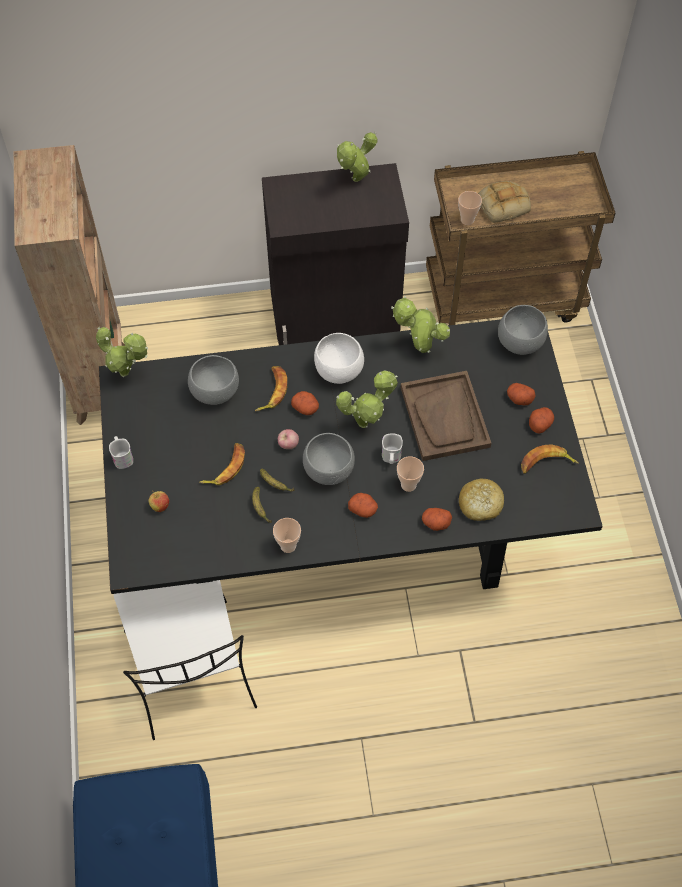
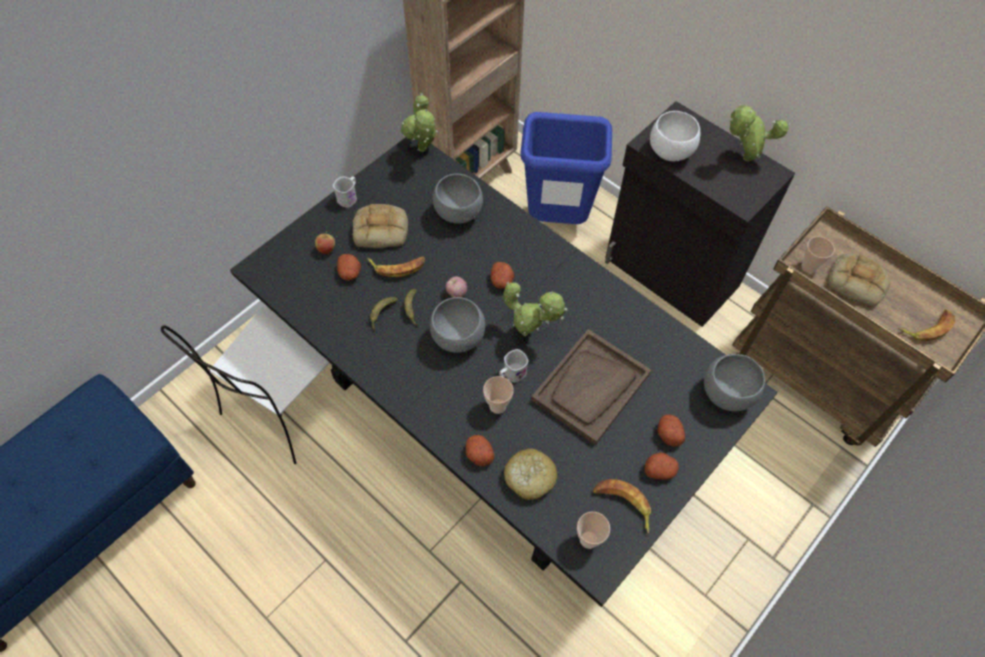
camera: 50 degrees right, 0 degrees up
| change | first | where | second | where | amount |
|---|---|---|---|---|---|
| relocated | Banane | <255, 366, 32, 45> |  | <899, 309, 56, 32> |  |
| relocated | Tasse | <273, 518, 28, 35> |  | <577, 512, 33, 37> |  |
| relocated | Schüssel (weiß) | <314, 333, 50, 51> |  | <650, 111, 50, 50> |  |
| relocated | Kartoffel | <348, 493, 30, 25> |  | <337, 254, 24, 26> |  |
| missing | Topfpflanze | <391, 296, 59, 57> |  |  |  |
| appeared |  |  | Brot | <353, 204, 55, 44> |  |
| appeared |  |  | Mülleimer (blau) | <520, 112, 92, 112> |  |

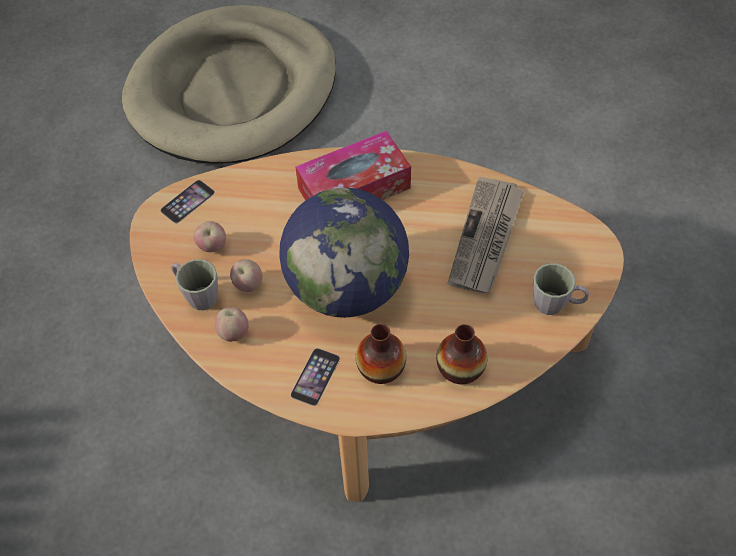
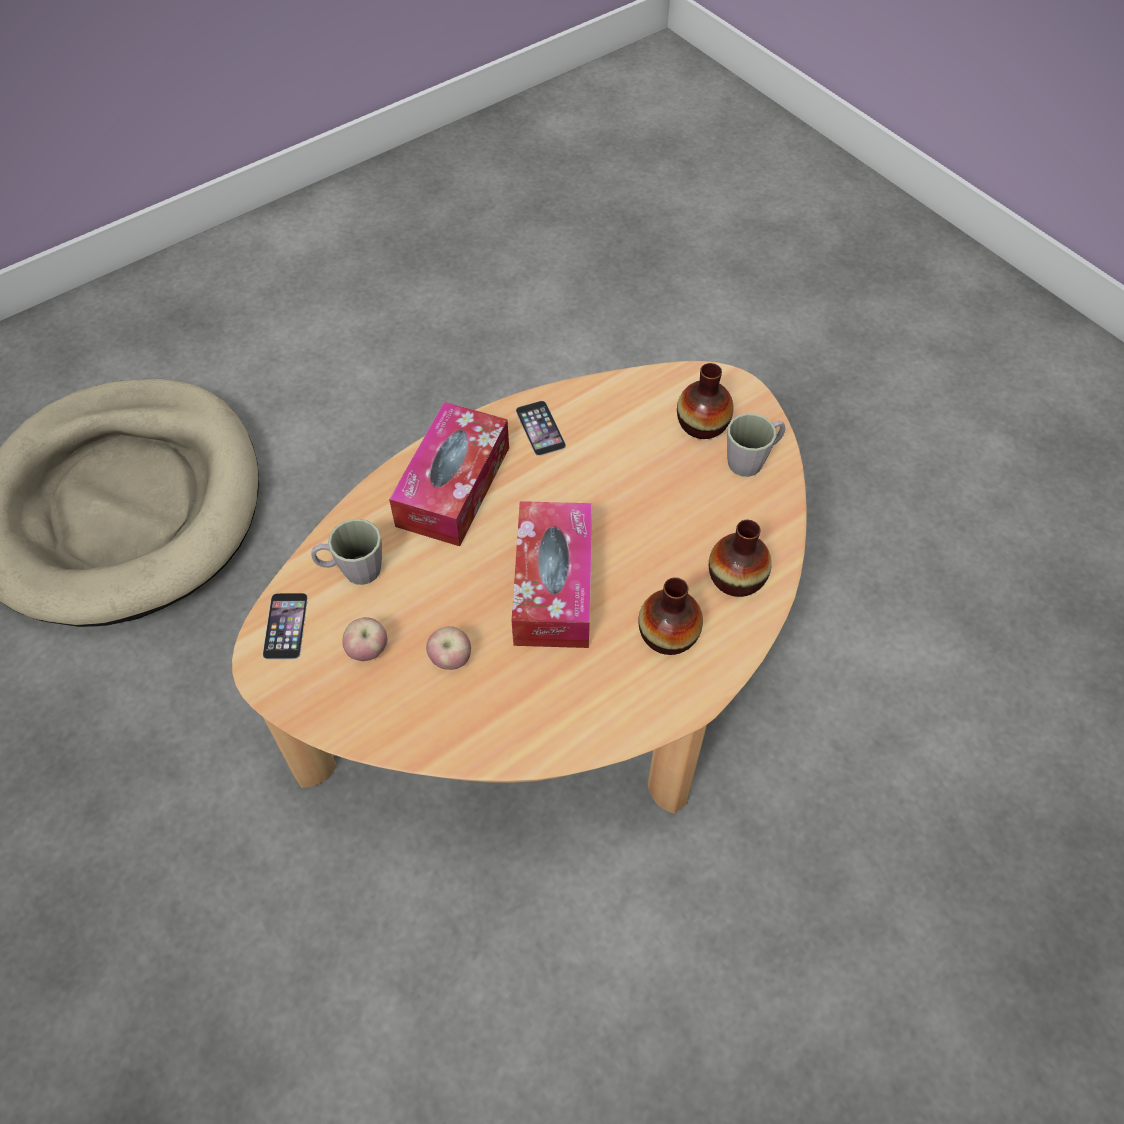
camera: 45 degrees left, 0 degrees up
| change | first | where | second | where | amount |
|---|---|---|---|---|---|
| relocated | Henkelbecher (grau) | <171, 259, 47, 51> |  | <311, 519, 71, 66> |  |
| missing | Apfel | <214, 307, 35, 35> |  |  |  |
| exchanged | Globus | <280, 188, 129, 130> | Taschentuchbox | <512, 501, 80, 147> |  |
| relocated | Handy | <291, 348, 49, 58> |  | <516, 401, 50, 55> |  |
| missing | Zeitung | <448, 177, 77, 116> |  |  |  |
| appeared |  |  | Vase | <677, 363, 56, 76> |  |

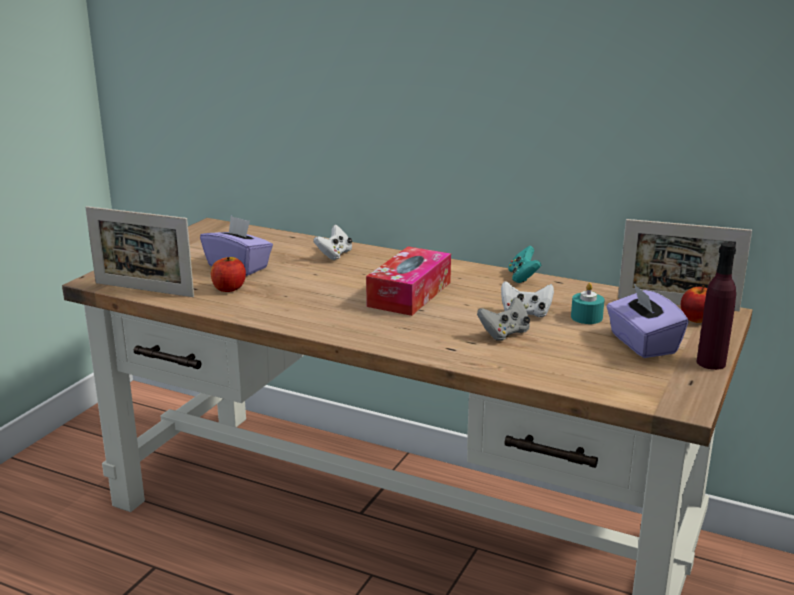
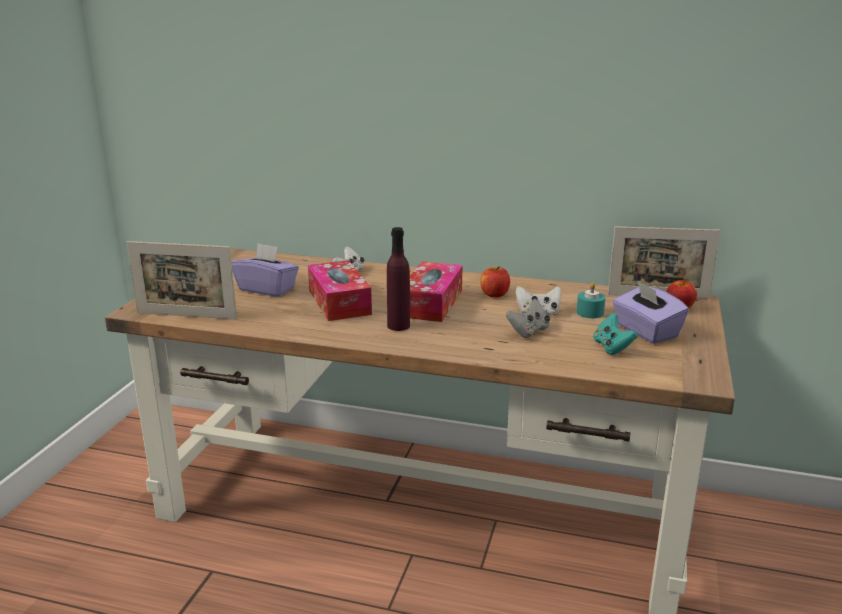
camera: 10 degrees left, 0 degrees up
| change | first | where | second | where | amount |
|---|---|---|---|---|---|
| relocated | Apfel | <211, 257, 35, 35> |  | <480, 267, 30, 30> |  |
| relocated | Gamepad (türkis) | <508, 246, 33, 37> |  | <593, 313, 45, 42> |  |
| relocated | Flasche (lila) | <696, 242, 40, 128> |  | <387, 227, 23, 104> |  |
| appeared |  |  | Taschentuchbox | <308, 260, 64, 61> |  |

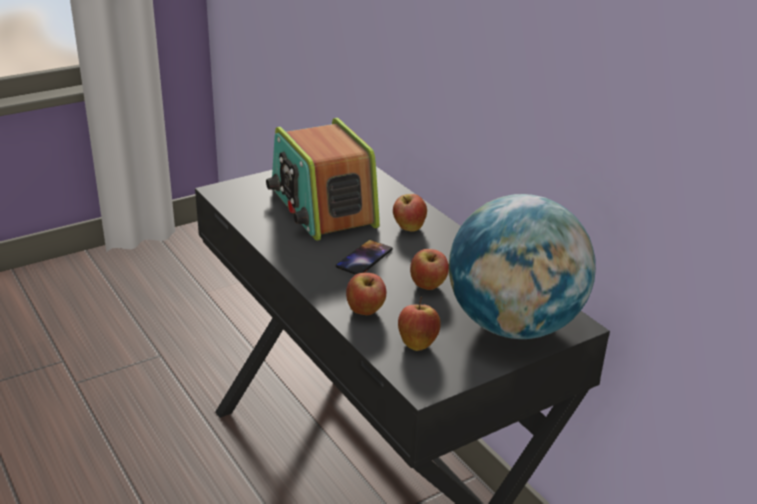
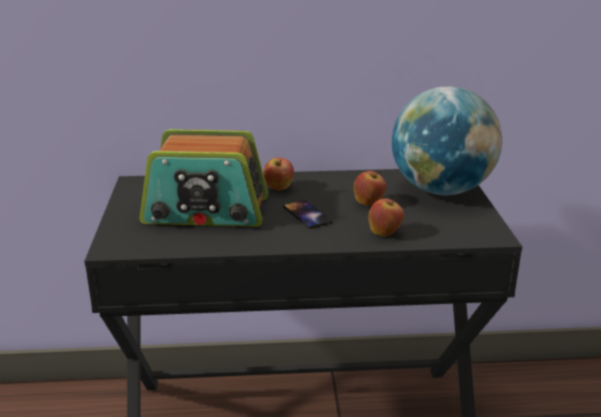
camera: 60 degrees left, 5 degrees down
| change | first | where | second | where | amount |
|---|---|---|---|---|---|
| missing | Apfel | <398, 297, 43, 54> |  |  |  |

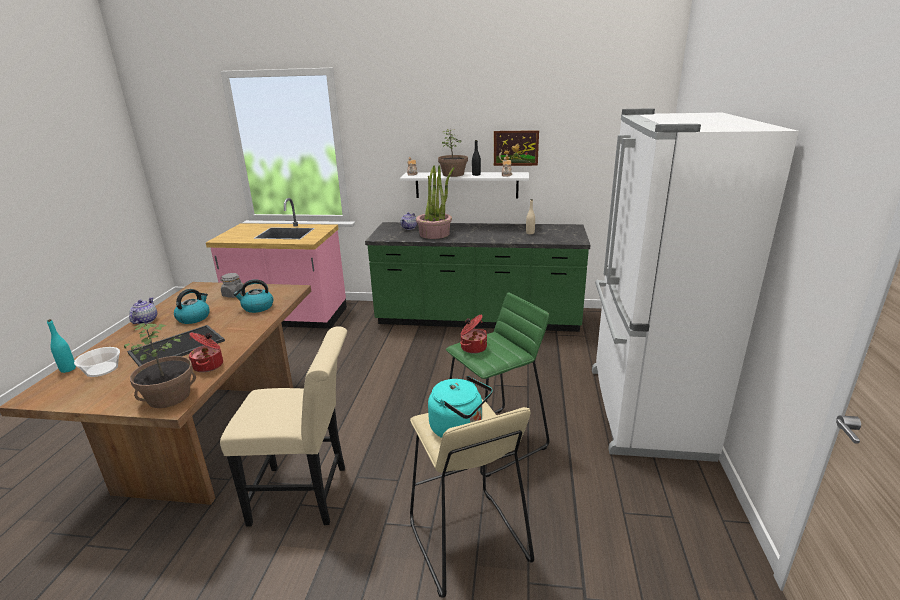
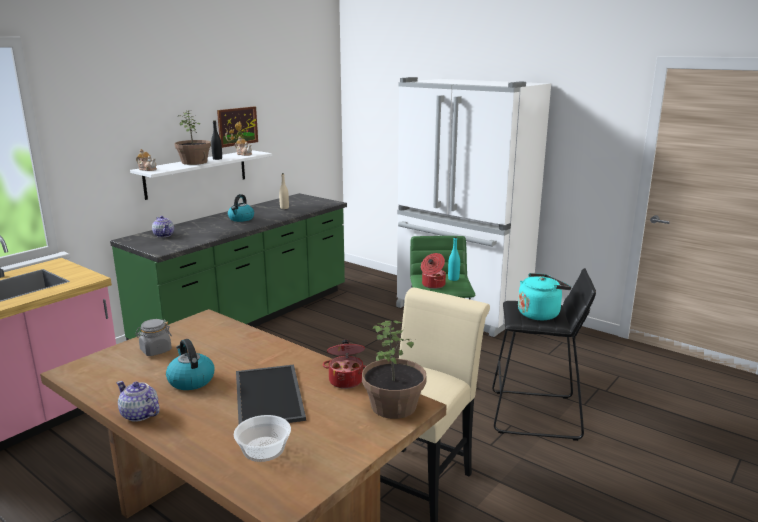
camera: 60 degrees left, 5 degrees down
| change | first | where | second | where | amount |
|---|---|---|---|---|---|
| relocated | Flasche (türkis) | <47, 319, 29, 54> |  | <448, 237, 12, 44> |  |
| relocated | Wasserkessel | <233, 279, 41, 34> |  | <228, 194, 26, 28> |  |
| colour | Hocker (beige) | <410, 399, 124, 199> | Hocker (schwarz) | <492, 268, 104, 173> |  |
| missing | Topfpflanze | <416, 165, 38, 74> |  |  |  |

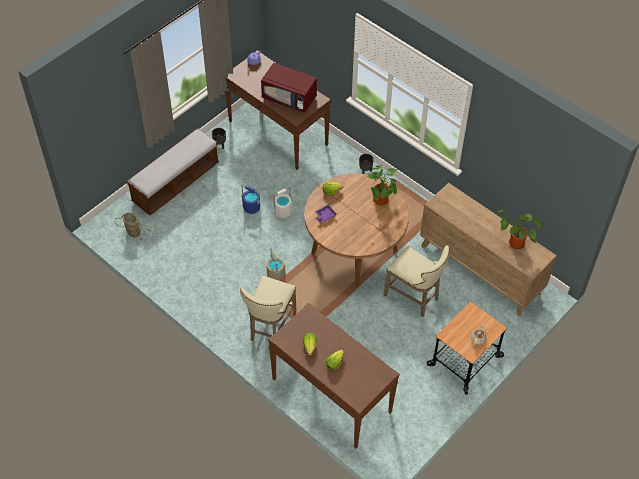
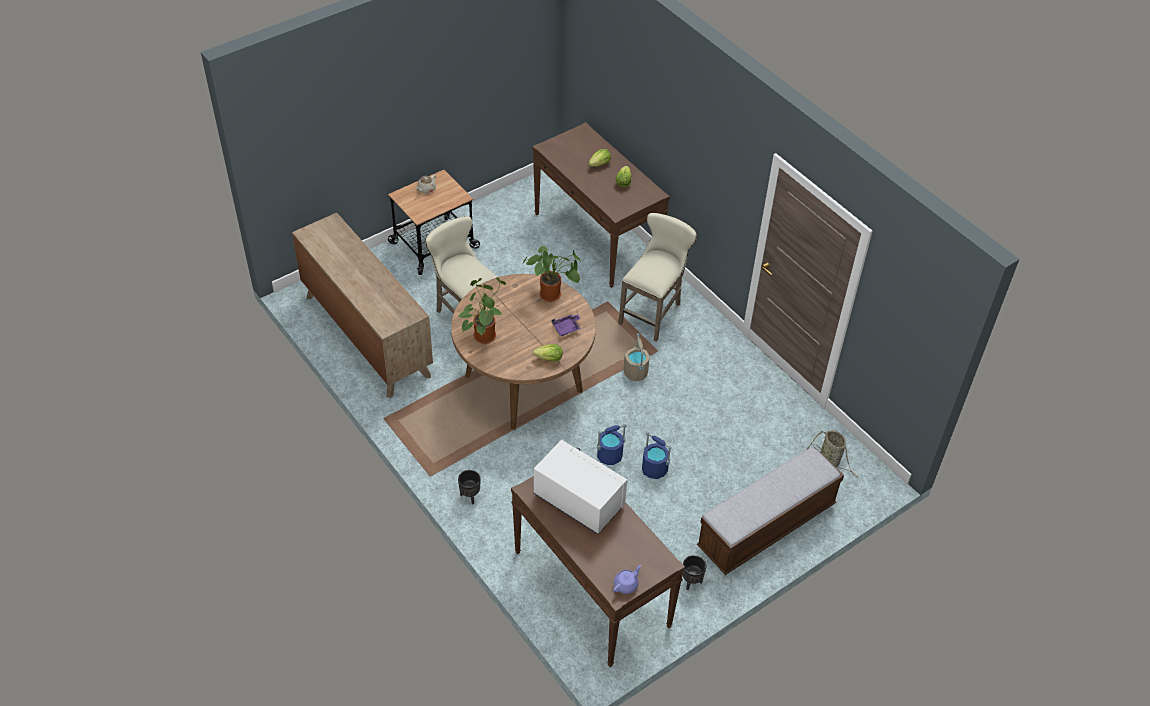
camera: 170 degrees left, 5 degrees down
| change | first | where | second | where | amount |
|---|---|---|---|---|---|
| colour | Mikrowelle (rot) | <261, 63, 56, 50> | Mikrowelle (weiß) | <533, 440, 94, 94> |  |
| colour | Eimer (weiß) | <273, 187, 19, 31> | Eimer (blau) | <597, 424, 30, 41> |  |
| relocated | Topfpflanze | <496, 205, 48, 44> |  | <522, 246, 59, 56> |  |

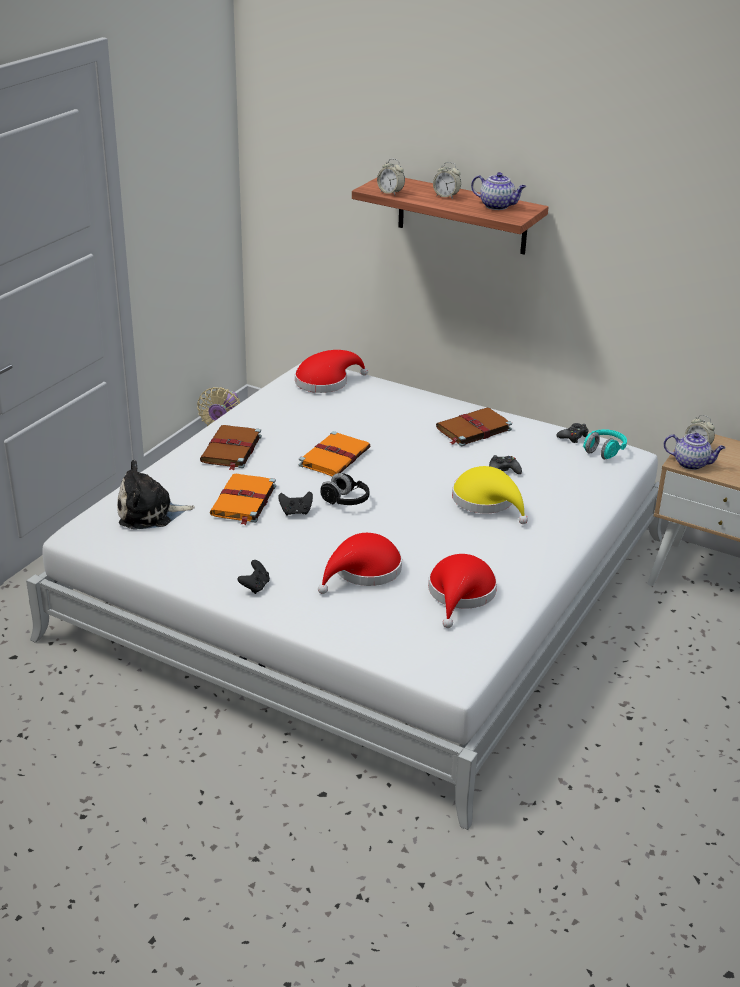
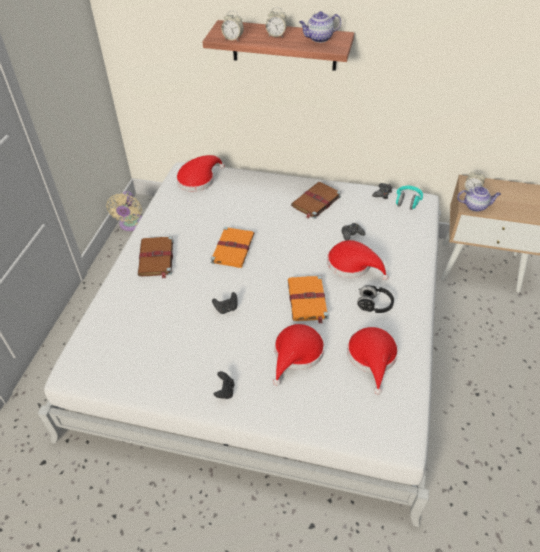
camera: 15 degrees left, 15 degrees up
| change | first | where | second | where | amount |
|---|---|---|---|---|---|
| missing | Plüschtier | <117, 460, 78, 69> |  |  |  |
| relocated | Buch (orange) | <210, 474, 66, 51> |  | <288, 276, 41, 48> |  |
| relocated | Kopfhörer (schwarz) | <320, 473, 49, 32> |  | <357, 285, 37, 28> |  |
| colour | Hut (gelb) | <452, 466, 76, 58> | Hut (rot) | <327, 240, 62, 40> |  |
| spun | Teekanne | <471, 172, 55, 38> |  | <299, 11, 42, 32> | 150 degrees clockwise |

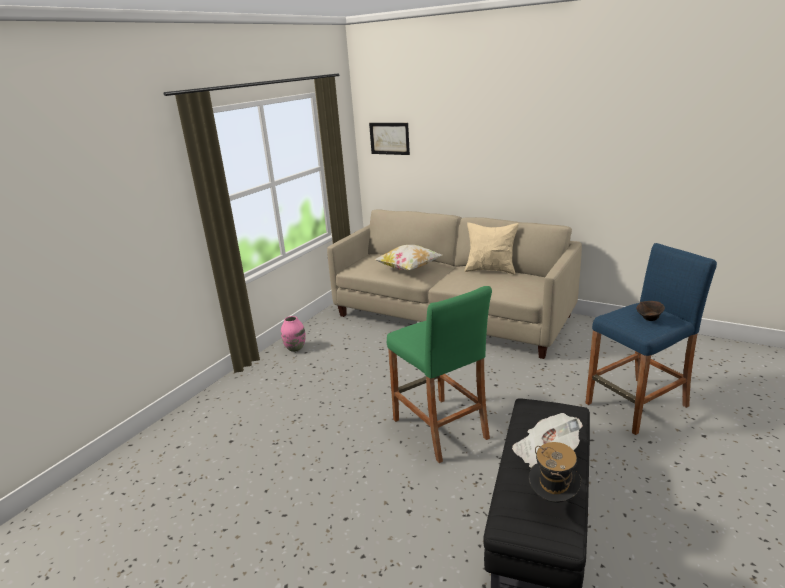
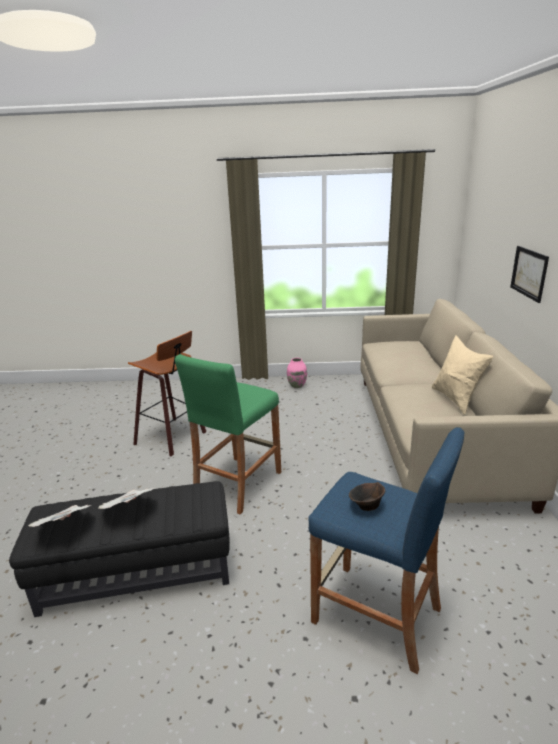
camera: 60 degrees right, 0 degrees up
| change | first | where | second | where | amount |
|---|---|---|---|---|---|
| relocated | Bild | <369, 123, 41, 32> |  | <510, 246, 39, 57> |  |
| missing | Kissen | <374, 245, 68, 26> |  |  |  |
| exchanged | Hut | <529, 442, 52, 61> | Zeitung | <28, 505, 63, 22> |  |
| appeared |  |  | Hocker | <128, 331, 78, 125> |  |

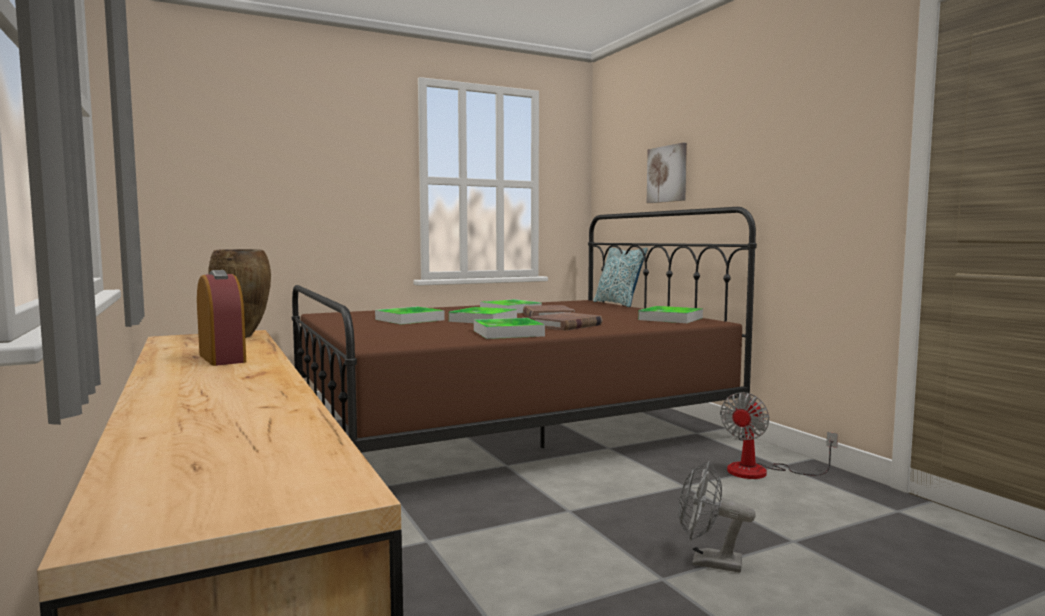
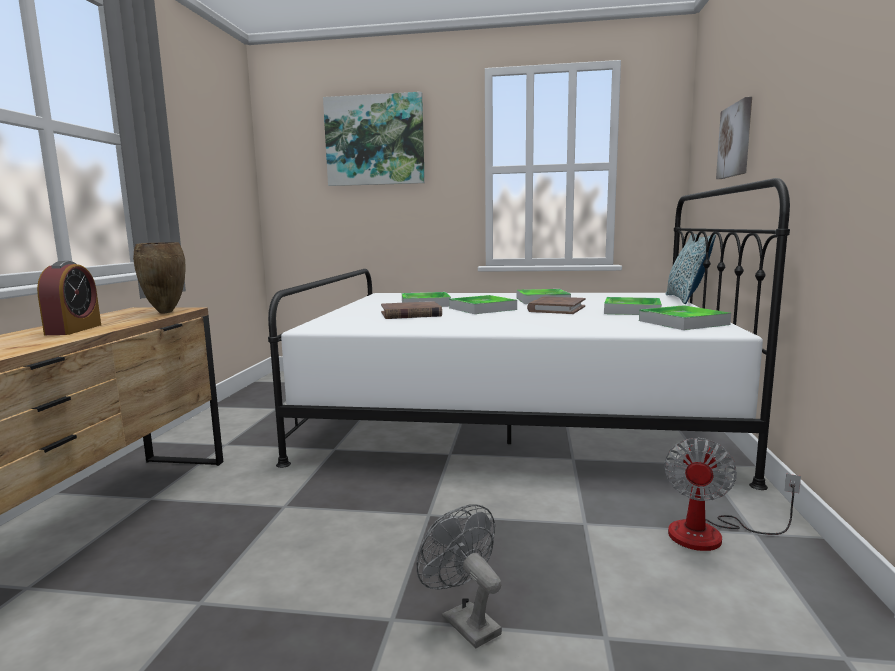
camera: 35 degrees right, 5 degrees up
| change | first | where | second | where | amount |
|---|---|---|---|---|---|
| colour | Bett (braun) | <292, 207, 465, 246> | Bett (weiß) | <268, 178, 522, 312> |  |
| relocated | Tablett | <474, 318, 71, 21> |  | <604, 297, 58, 18> |  |
| relocated | Buch (braun) | <530, 312, 73, 18> |  | <381, 301, 61, 18> |  |
| spun | Ventilator | <720, 392, 118, 87> |  | <664, 438, 137, 113> | 45 degrees counterclockwise |
| appeared |  |  | Bild | <323, 92, 102, 94> |  |

